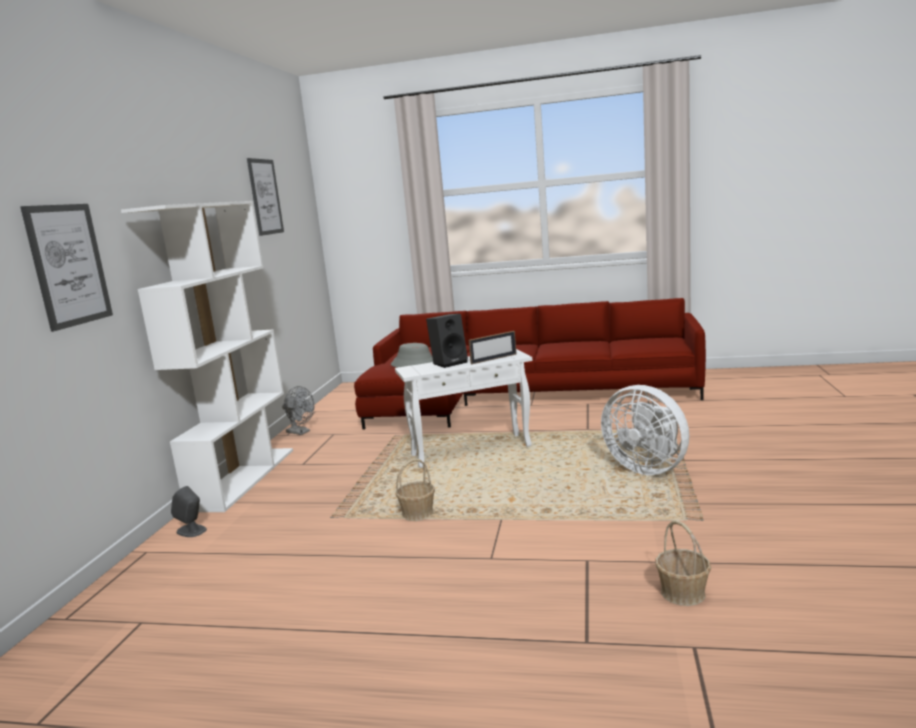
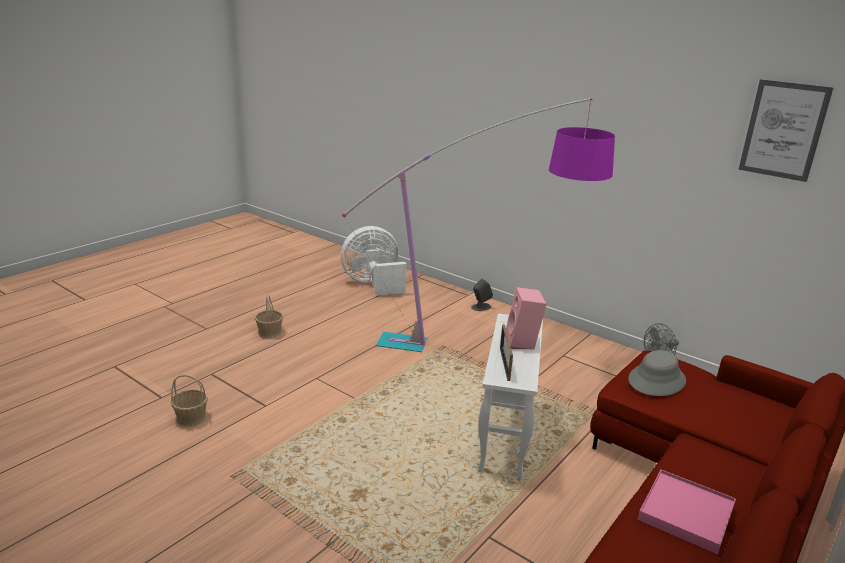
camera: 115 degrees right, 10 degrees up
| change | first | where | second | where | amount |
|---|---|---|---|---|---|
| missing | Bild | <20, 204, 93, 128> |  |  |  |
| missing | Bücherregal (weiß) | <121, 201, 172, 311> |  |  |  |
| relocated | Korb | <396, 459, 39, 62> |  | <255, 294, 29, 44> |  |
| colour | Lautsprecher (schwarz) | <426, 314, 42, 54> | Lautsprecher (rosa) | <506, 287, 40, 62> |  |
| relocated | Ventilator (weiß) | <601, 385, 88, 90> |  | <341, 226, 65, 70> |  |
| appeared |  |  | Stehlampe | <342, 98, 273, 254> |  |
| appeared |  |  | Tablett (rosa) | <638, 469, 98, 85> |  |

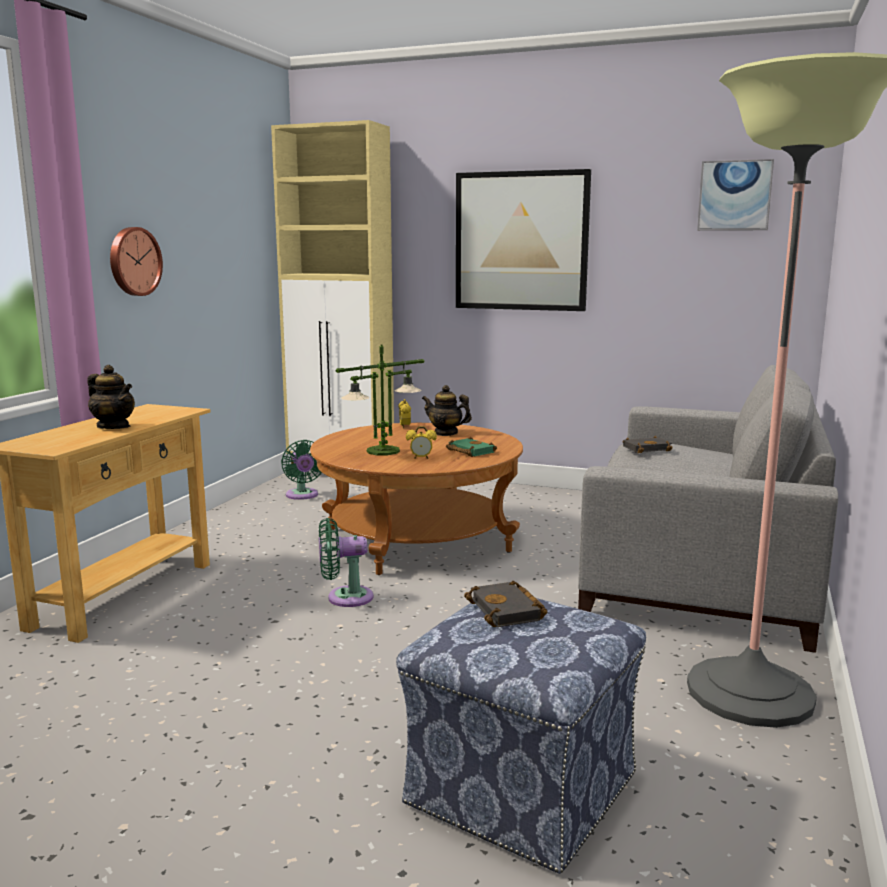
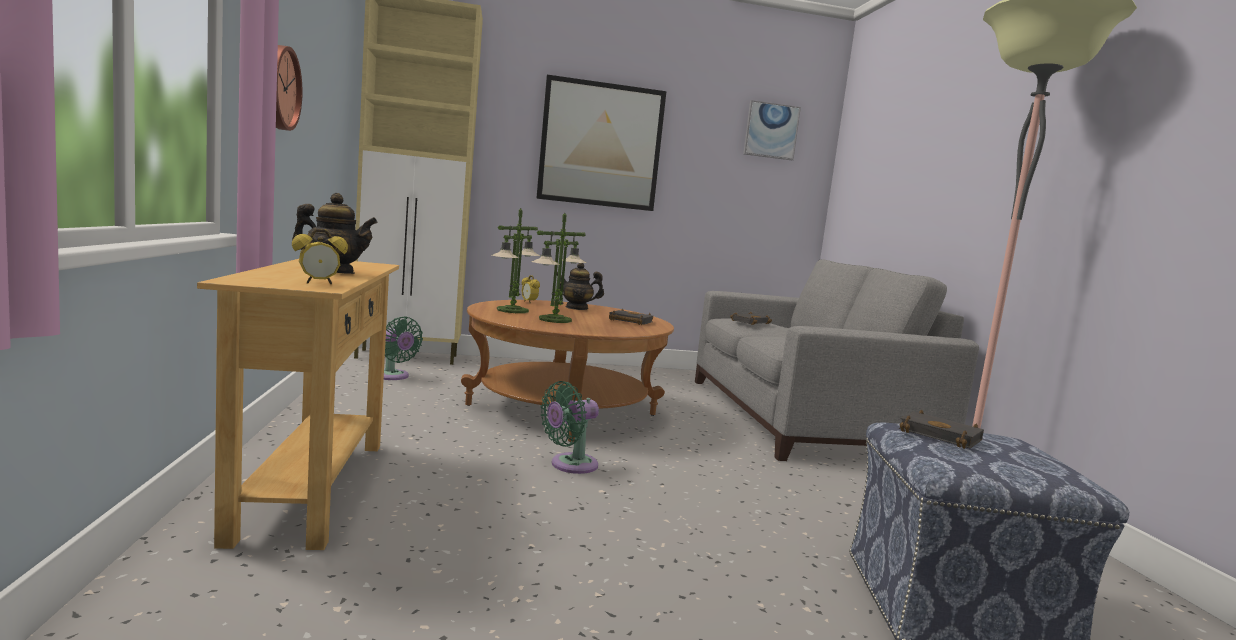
camera: 30 degrees left, 5 degrees down
| change | first | where | second | where | amount |
|---|---|---|---|---|---|
| relocated | Wecker | <406, 426, 31, 33> |  | <292, 229, 56, 55> |  |
| colour | Buch (grün) | <446, 437, 51, 20> | Buch (schwarz) | <609, 309, 44, 16> |  |
| appeared |  |  | Tischlampe | <492, 208, 48, 105> |  |

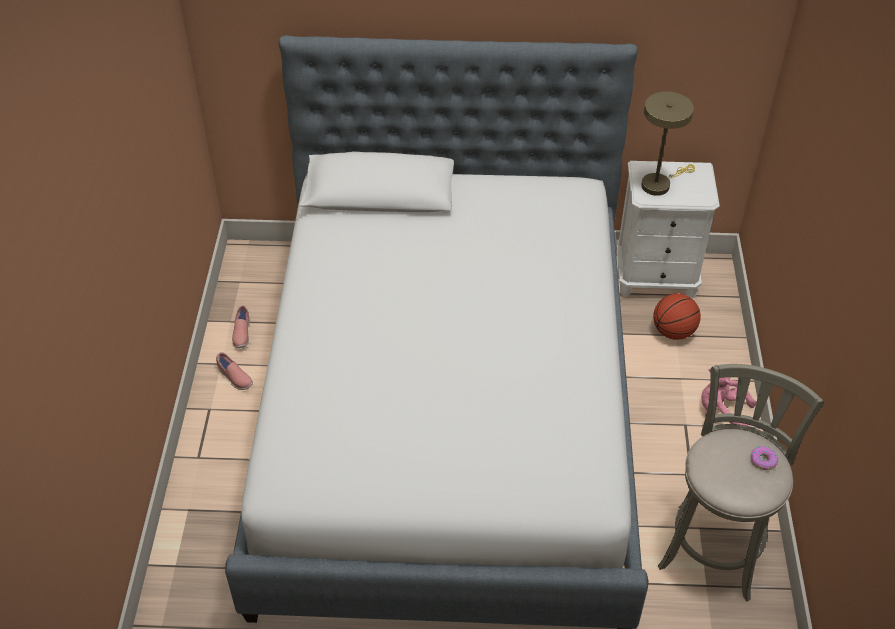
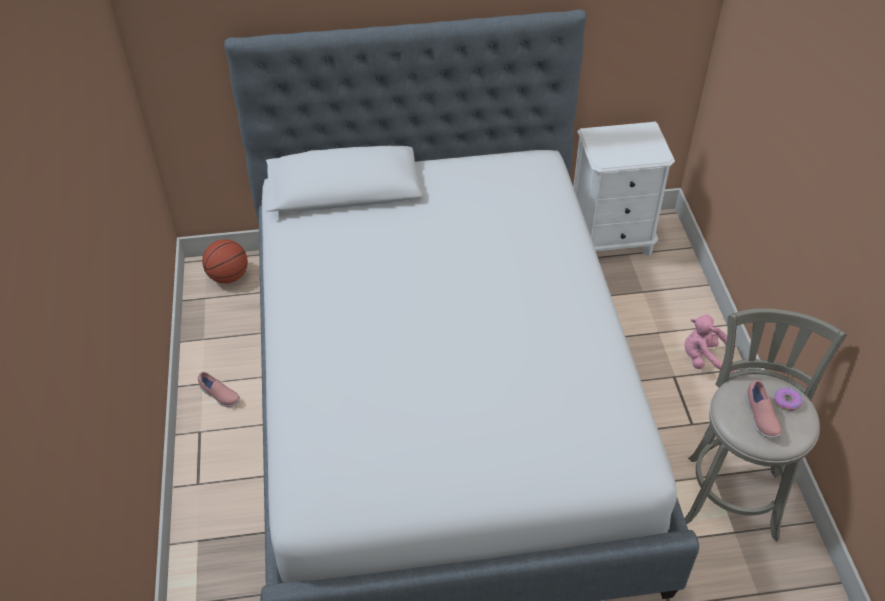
camera: 10 degrees left, 0 degrees up
| change | first | where | second | where | amount |
|---|---|---|---|---|---|
| relocated | Schuh (rosa) | <232, 306, 18, 42> |  | <746, 380, 35, 58> |  |
| missing | Tischlampe (beige) | <641, 91, 54, 105> |  |  |  |
| relocated | Basketball | <653, 293, 48, 47> |  | <202, 239, 46, 45> |  |

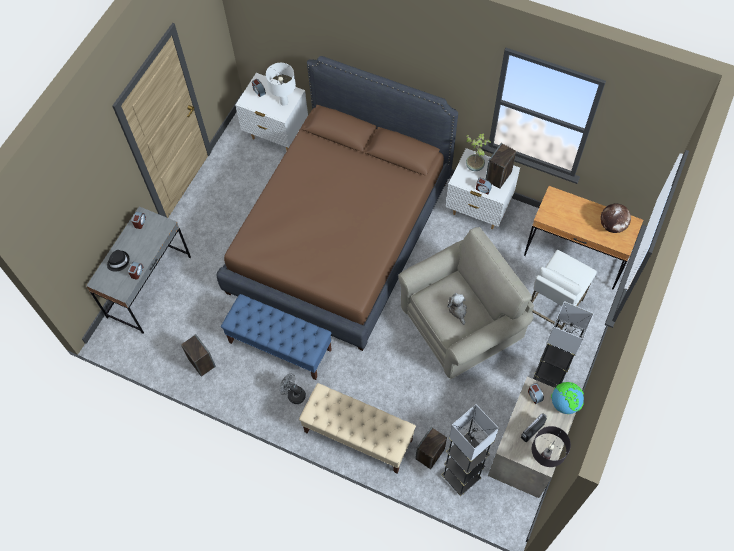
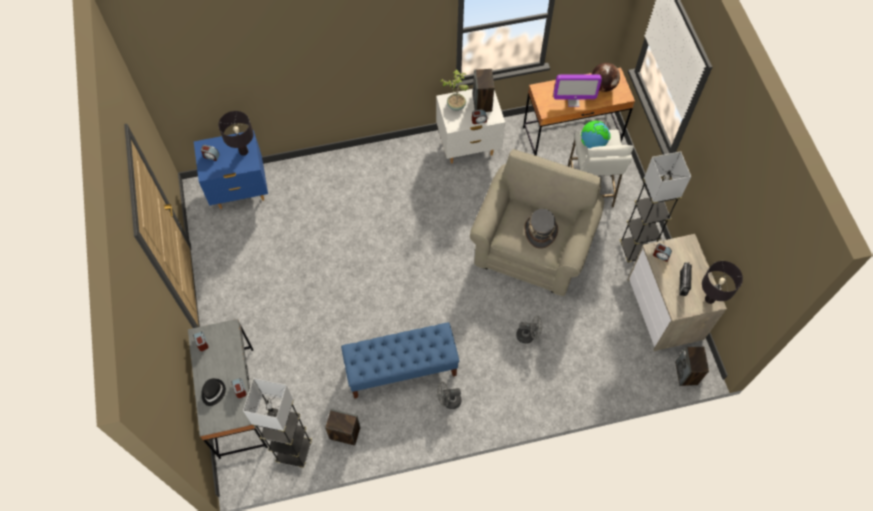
camera: 40 degrees left, 0 degrees up
| change | first | where | second | where | amount |
|---|---|---|---|---|---|
| missing | Bett (braun) | <217, 56, 241, 295> |  |  |  |
| colour | Nachttisch (weiß) | <235, 73, 73, 77> | Nachttisch (blau) | <194, 130, 74, 79> |  |
| colour | Tischlampe (weiß) | <266, 63, 30, 43> | Tischlampe (schwarz) | <218, 111, 36, 45> |  |
| missing | Bank (beige) | <299, 383, 117, 91> |  |  |  |
| relocated | Lautsprecher | <415, 427, 32, 42> |  | <675, 347, 34, 39> |  |
| relocated | Stehlampe (grau) | <442, 404, 57, 92> |  | <243, 378, 69, 90> |  |
| exchanged | Plüschtier | <447, 293, 20, 32> | Hut (grau) | <524, 208, 34, 41> |  |
| relocated | Globus | <551, 382, 33, 32> |  | <581, 121, 30, 27> |  |
| appeared |  |  | Ventilator (grau) | <516, 315, 26, 29> |  |
| appeared |  |  | Monitor | <553, 74, 49, 33> |  |

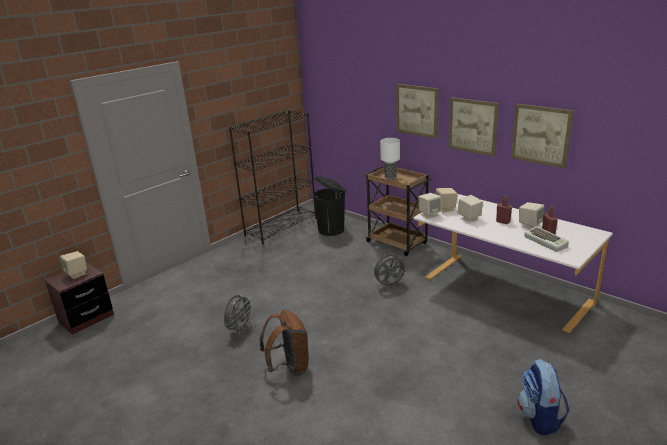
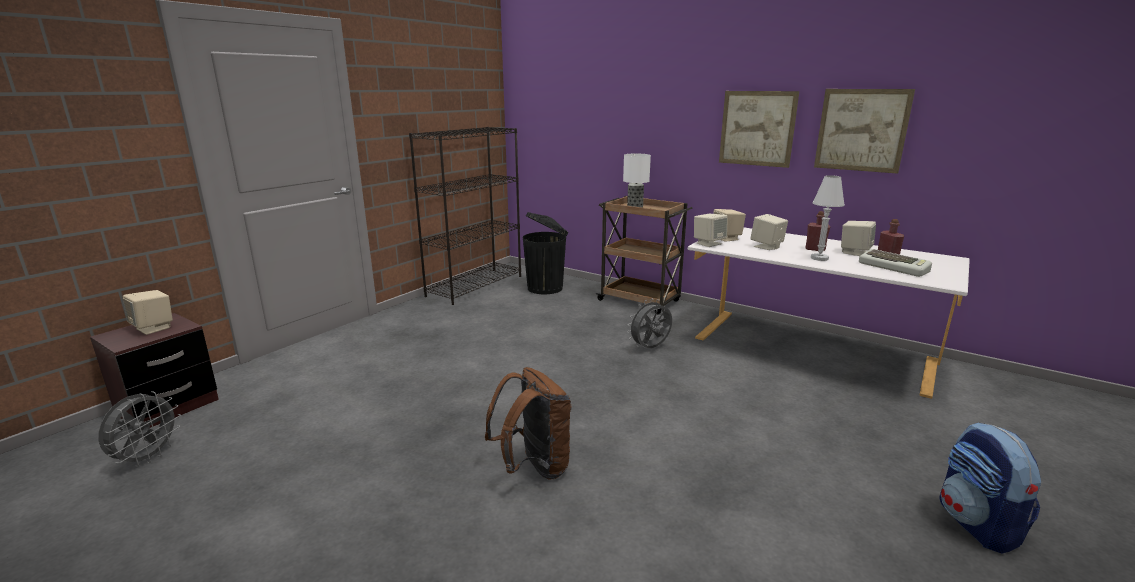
camera: 10 degrees left, 5 degrees down
| change | first | where | second | where | amount |
|---|---|---|---|---|---|
| relocated | Ventilator (grau) | <224, 294, 29, 40> |  | <99, 391, 82, 76> |  |
| missing | Bild | <396, 84, 43, 55> |  |  |  |
| appeared |  |  | Tischlampe (weiß) | <811, 175, 34, 86> |  |

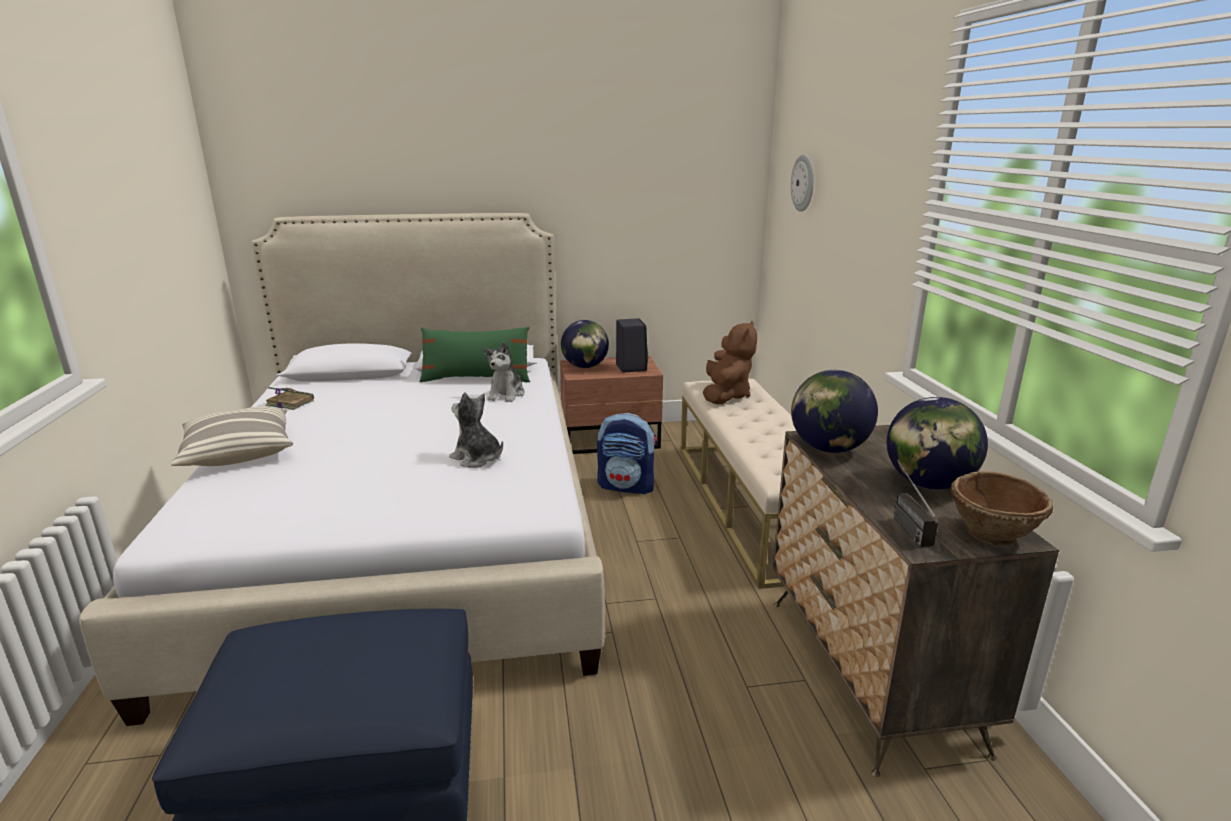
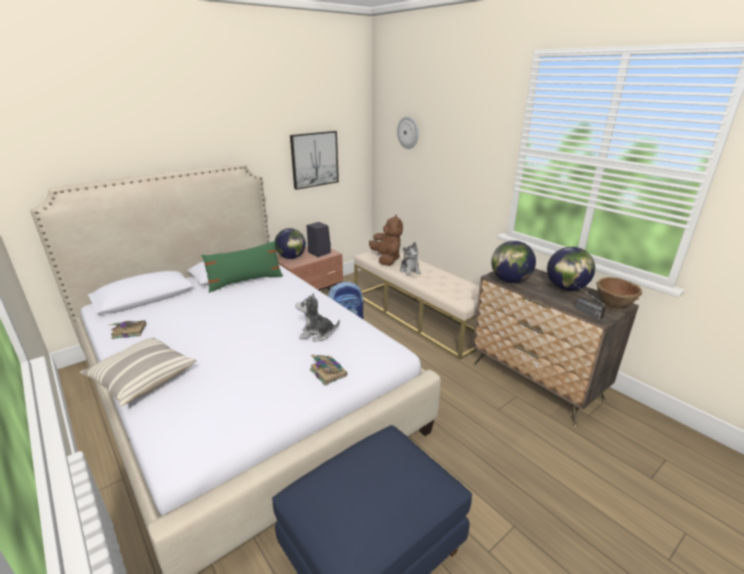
camera: 30 degrees left, 5 degrees up
| change | first | where | second | where | amount |
|---|---|---|---|---|---|
| relocated | Plüschtier | <484, 342, 41, 60> |  | <400, 242, 21, 34> |  |
| appeared |  |  | Bild | <290, 131, 49, 59> |  |
| appeared |  |  | Buch | <310, 355, 38, 31> |  |

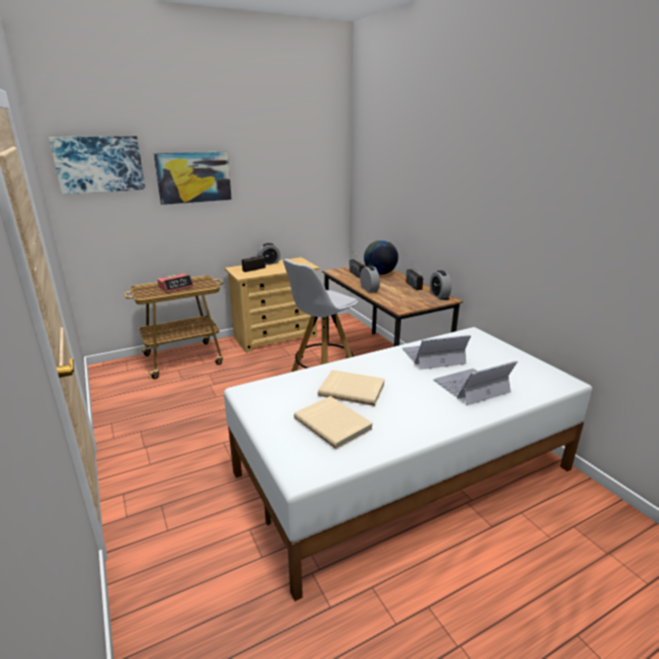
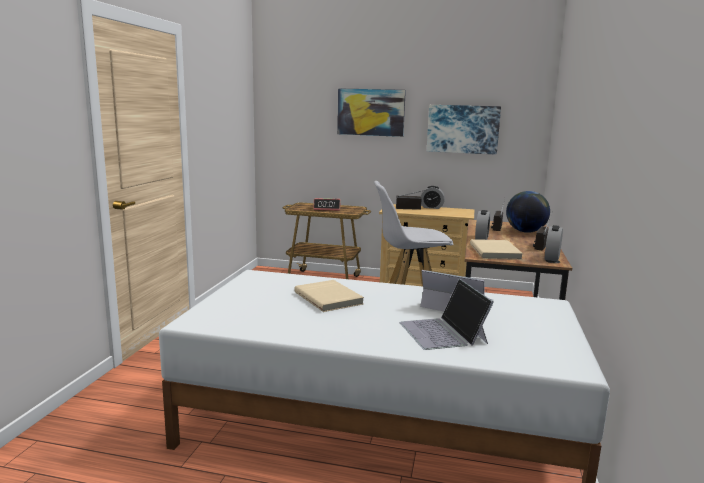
camera: 40 degrees right, 10 degrees down
| change | first | where | second | where | amount |
|---|---|---|---|---|---|
| relocated | Bild | <49, 136, 96, 58> |  | <427, 105, 74, 50> |  |
| relocated | Buch (beige) | <294, 396, 79, 54> |  | <470, 239, 53, 21> |  |
| spun | Laptop | <433, 361, 84, 44> |  | <399, 279, 95, 71> | 120 degrees counterclockwise |

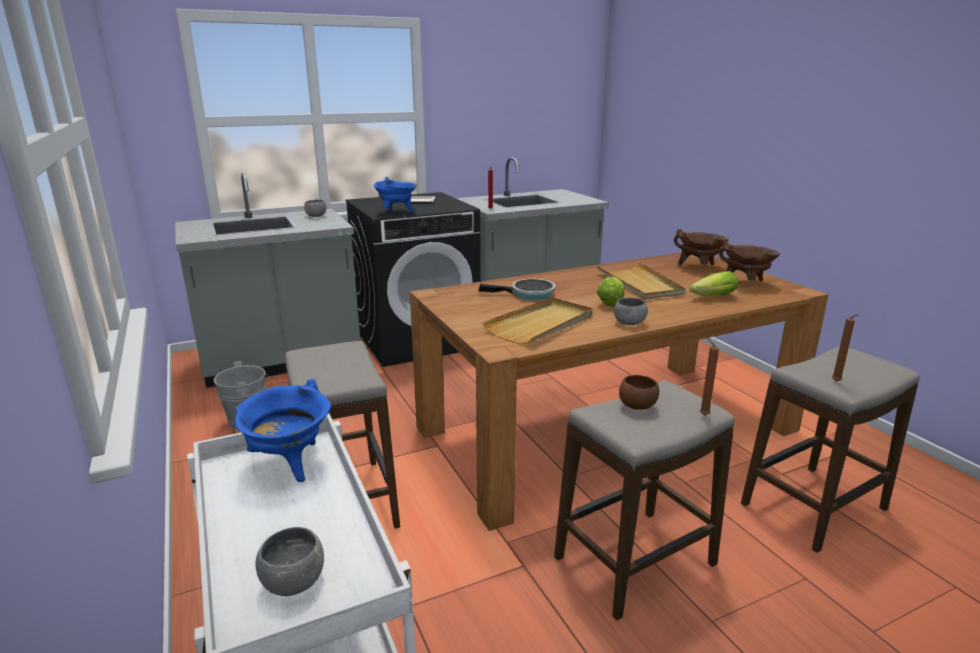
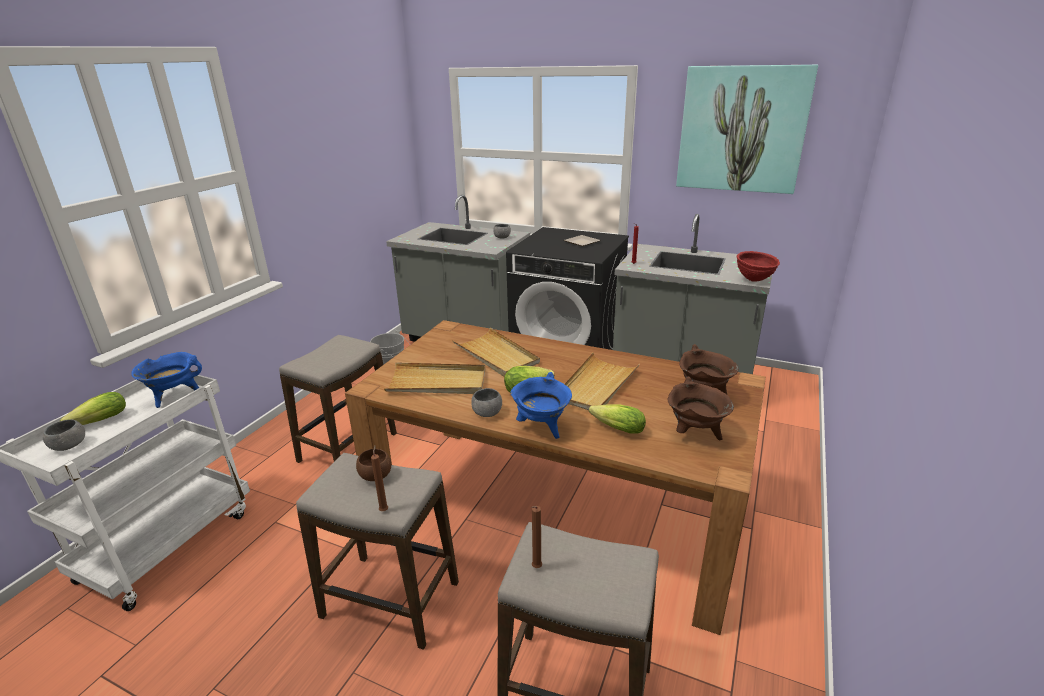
camera: 50 degrees right, 5 degrees up
| change | first | where | second | where | amount |
|---|---|---|---|---|---|
| relocated | Kochtopf (blau) | <374, 177, 43, 36> |  | <510, 372, 62, 67> |  |
| exchanged | Pfanne | <479, 279, 76, 21> | Tablett (beige) | <452, 327, 88, 50> |  |
| appeared |  |  | Salatkopf | <60, 392, 66, 33> |  |
| appeared |  |  | Bild | <676, 65, 142, 129> |  |
| appeared |  |  | Schüssel (rot) | <737, 251, 43, 31> |  |

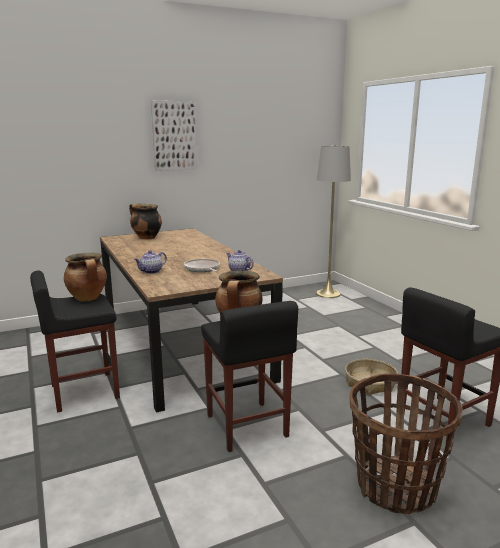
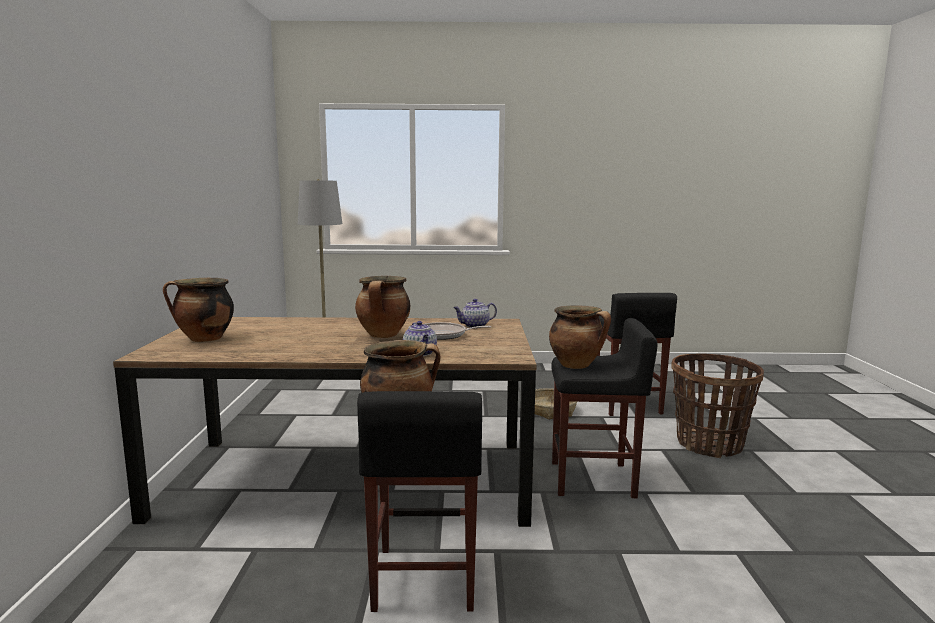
camera: 65 degrees left, 5 degrees down
| change | first | where | second | where | amount |
|---|---|---|---|---|---|
| missing | Bild | <151, 101, 47, 70> |  |  |  |
| appeared |  |  | Kochtopf | <355, 276, 55, 62> |  |

